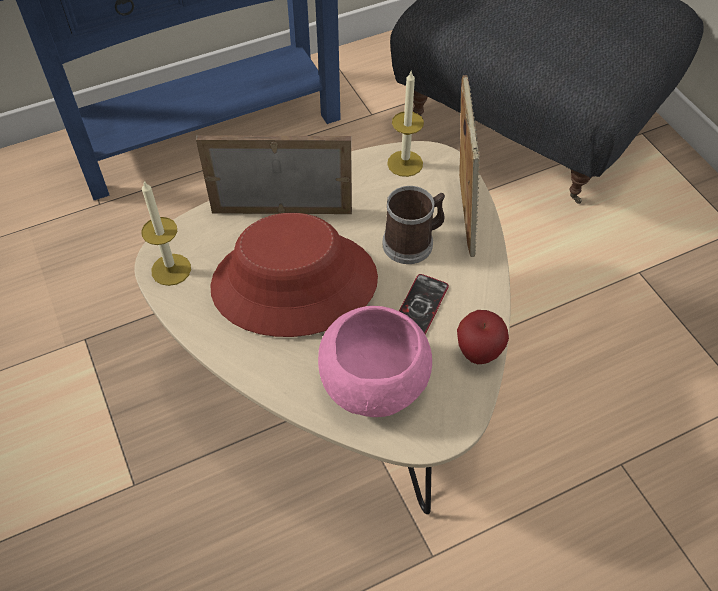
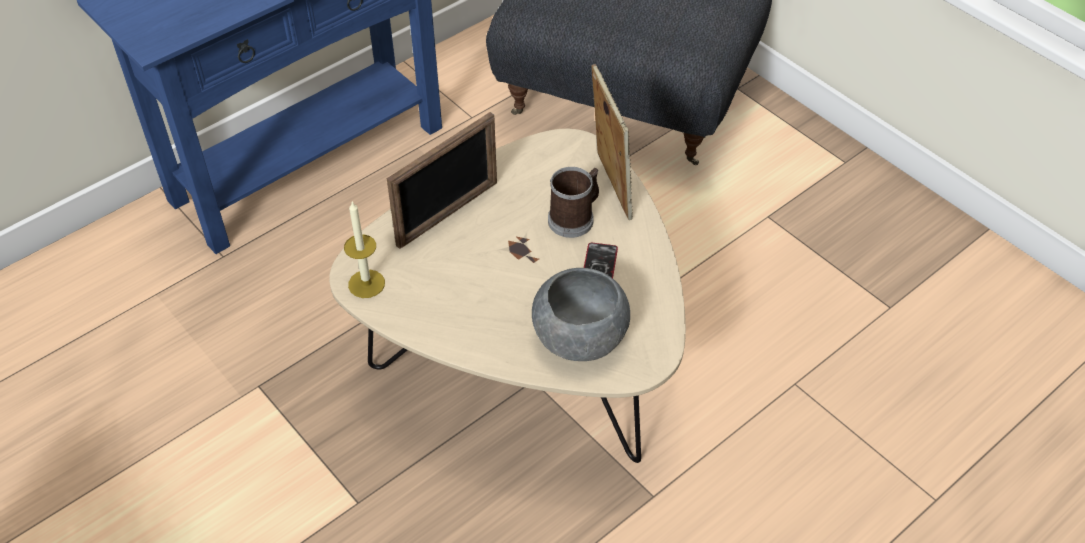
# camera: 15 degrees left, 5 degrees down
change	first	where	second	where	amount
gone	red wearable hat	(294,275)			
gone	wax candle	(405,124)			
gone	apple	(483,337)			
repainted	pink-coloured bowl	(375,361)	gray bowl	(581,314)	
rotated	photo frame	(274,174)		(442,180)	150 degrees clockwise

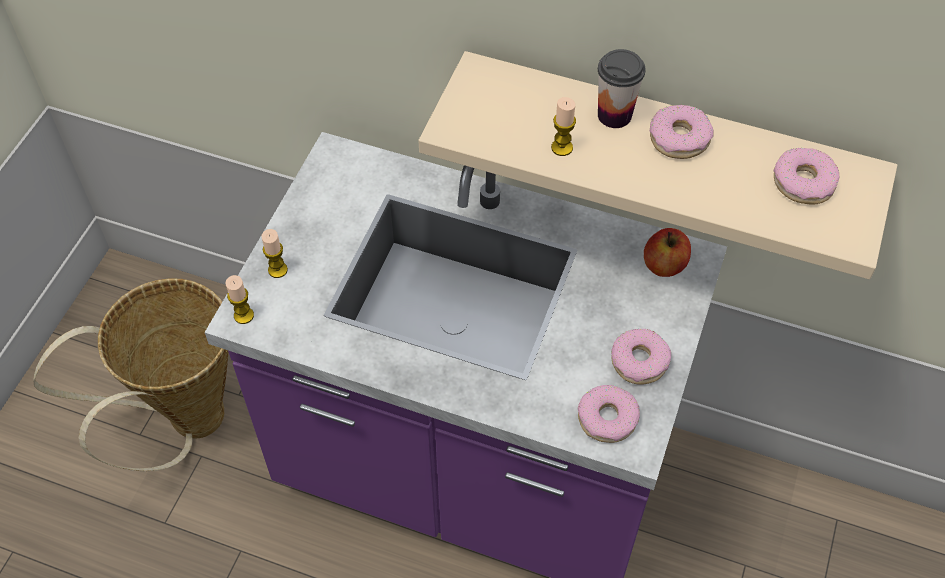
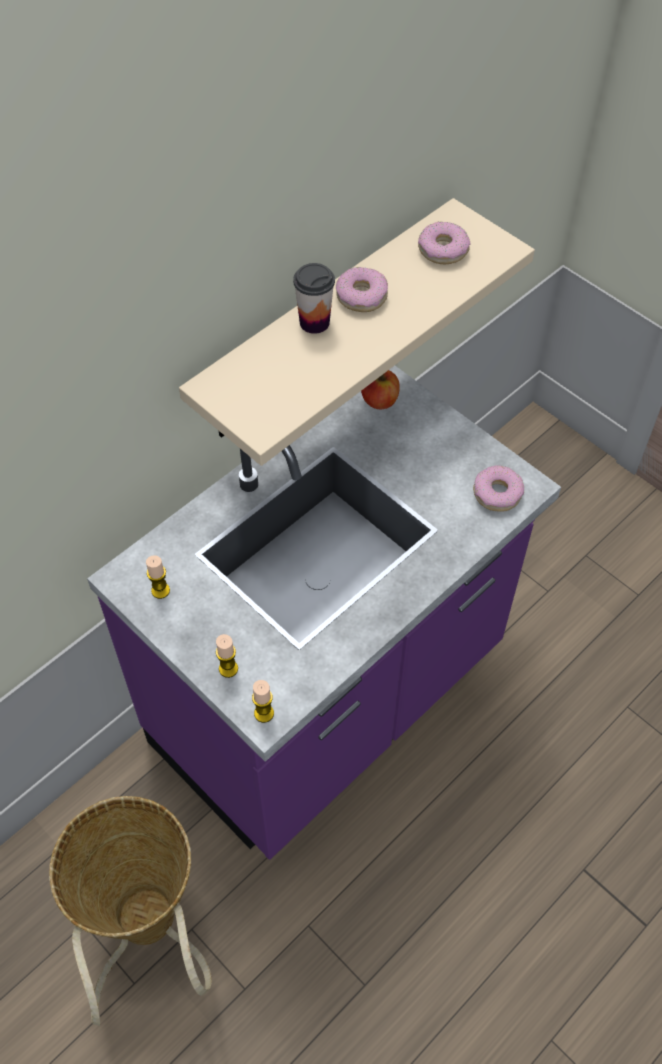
# camera: 65 degrees left, 0 degrees up
change	first	where	second	where	amount
gone	donut	(641,356)			
shifted	wax candle	(563,126)		(158,577)	

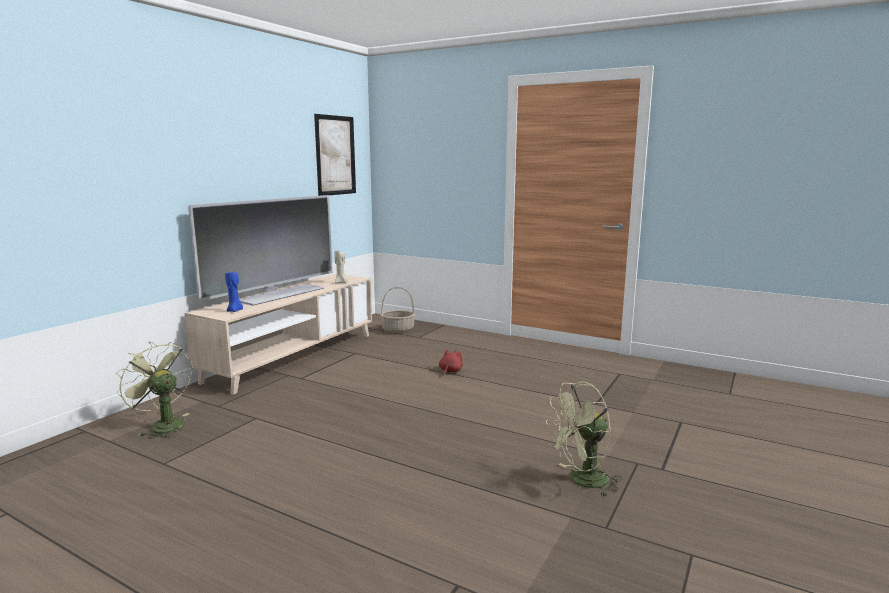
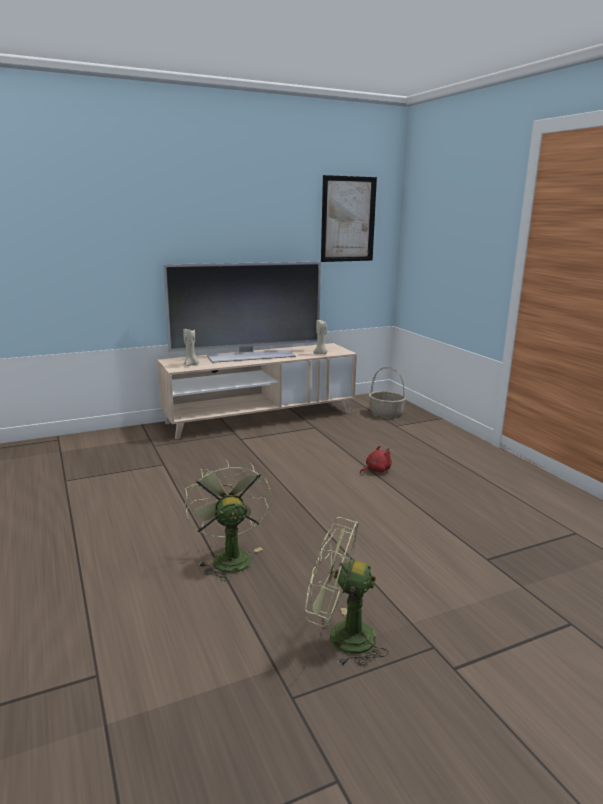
# camera: 35 degrees right, 5 degrees up
change	first	where	second	where	amount
shifted	green cooling fan	(154,390)		(228,520)	
repainted	bluish wax candle	(234,292)	beige-coloured wax candle	(191,347)	

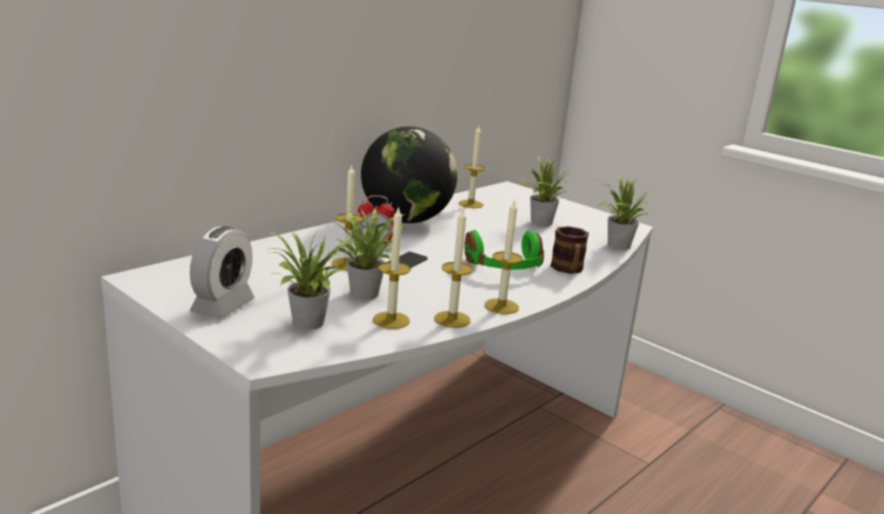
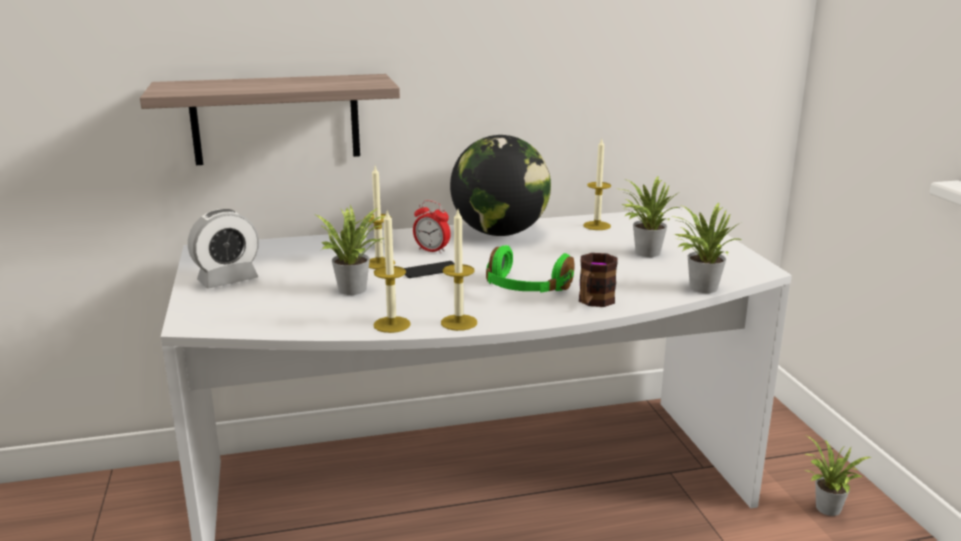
# camera: 35 degrees right, 0 degrees up
change	first	where	second	where	amount
gone	wax candle	(392,267)			
new			bracket shelf	(270,119)	
shifted	potted plant	(310,281)		(838,476)	

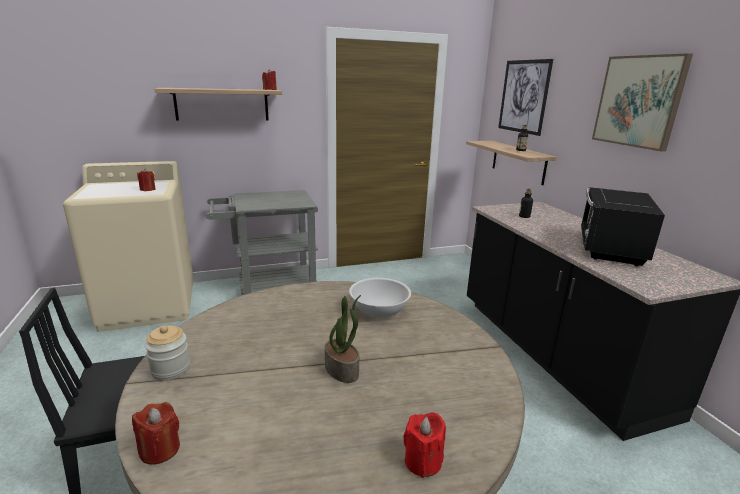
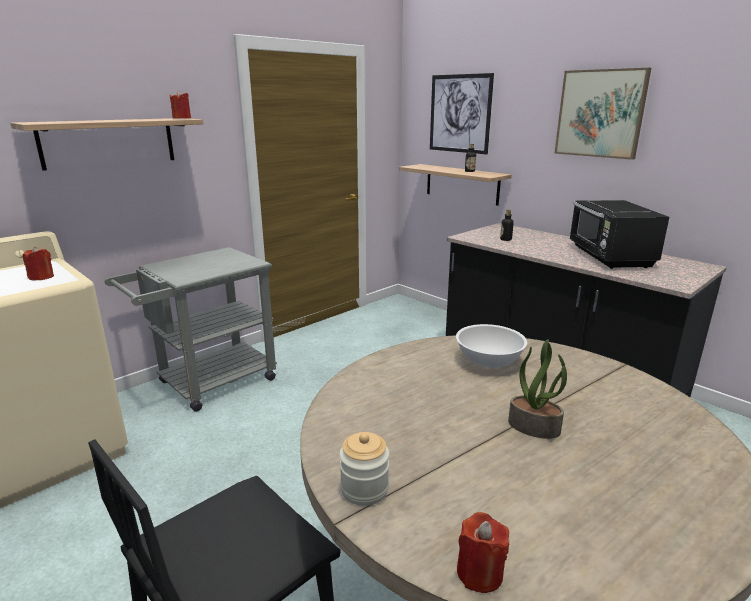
# camera: 25 degrees left, 0 degrees up
change	first	where	second	where	amount
gone	red wax candle	(424,445)			

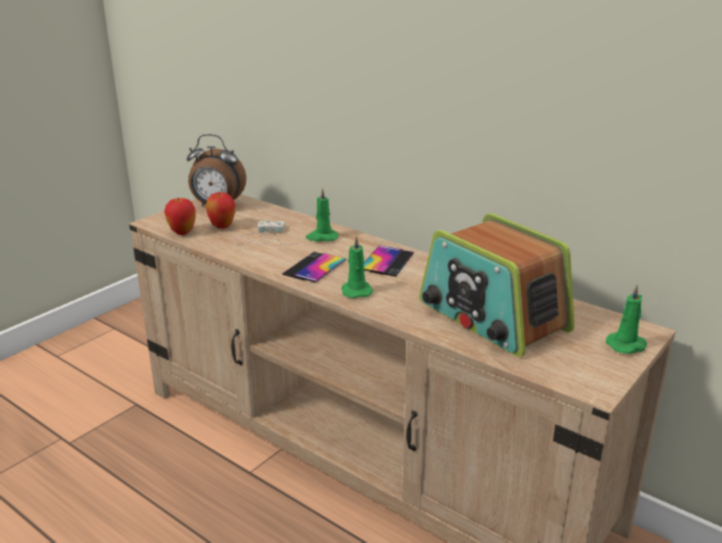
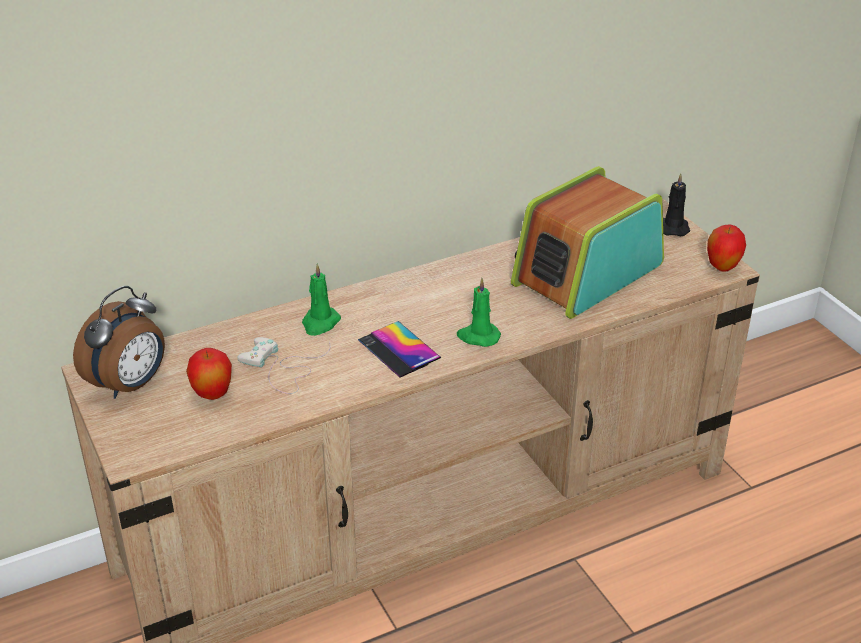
# camera: 65 degrees left, 10 degrees up
change	first	where	second	where	amount
gone	handset	(389,261)			
shifted	apple	(180,216)		(726,248)	
repainted	green wax candle	(626,319)	black wax candle	(676,204)	
rotated	radio	(496,285)		(587,242)	150 degrees clockwise

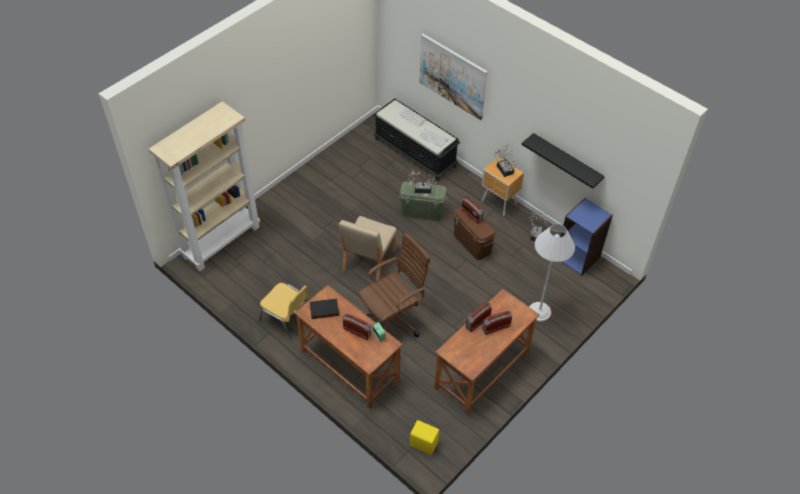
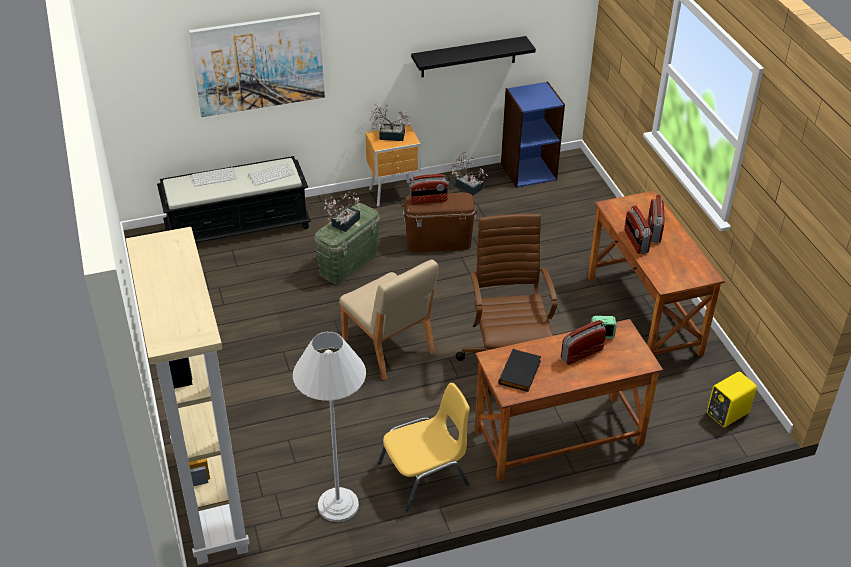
# camera: 60 degrees left, 10 degrees down
change	first	where	second	where	amount
shifted	white standard lamp	(552,273)		(329,426)	

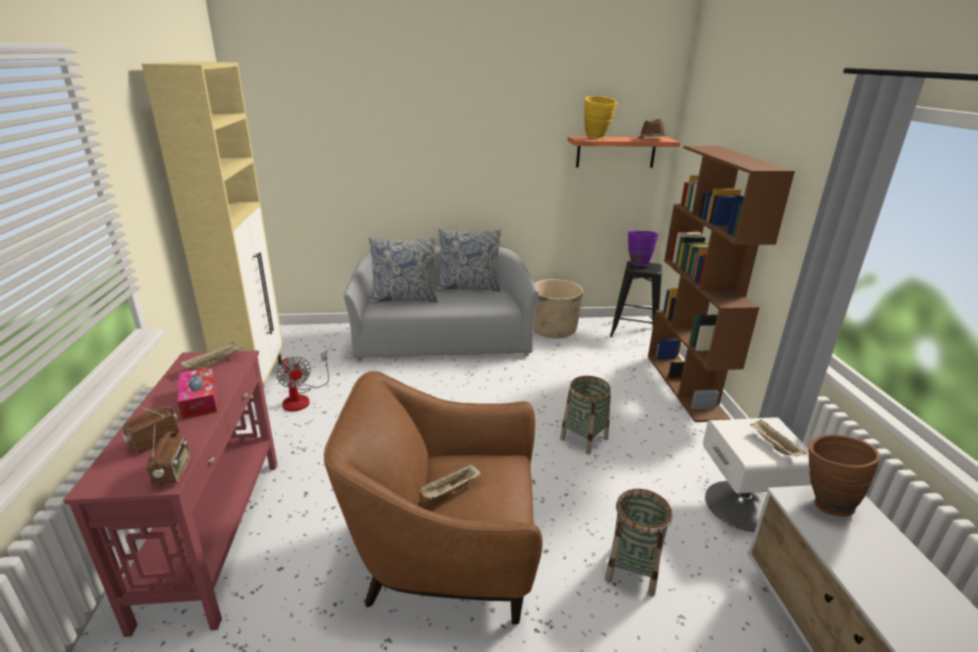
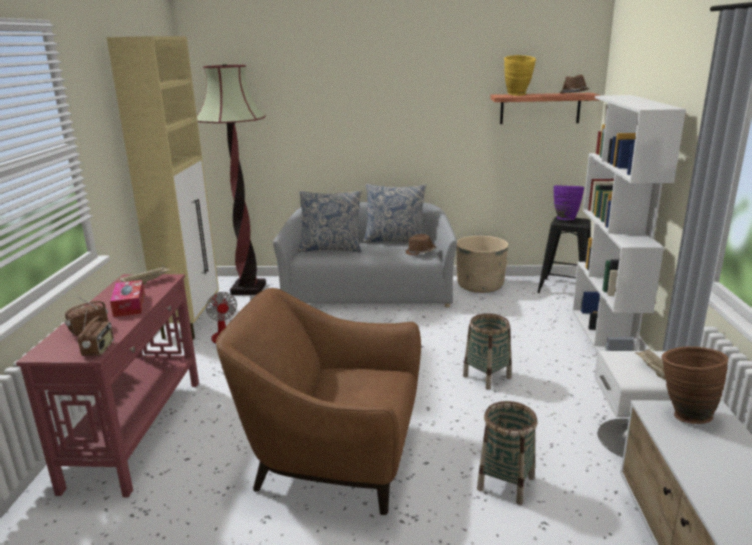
# camera: 10 degrees right, 5 degrees down
change	first	where	second	where	amount
gone	beige-coloured serving tray	(450,481)			
new			standard lamp	(231,179)	
new			brown wearable hat	(420,244)	
repainted	brown bookcase	(721,284)	white bookcase	(629,223)	

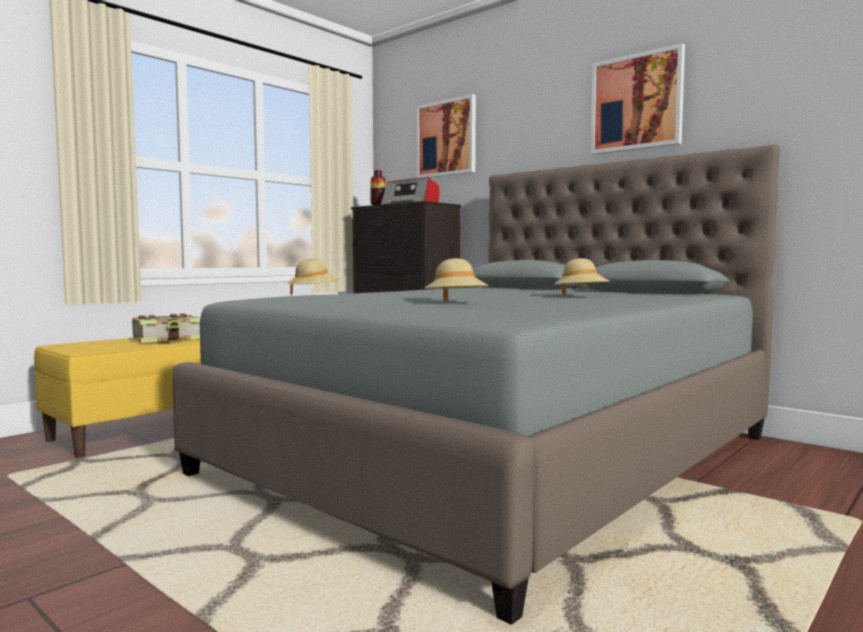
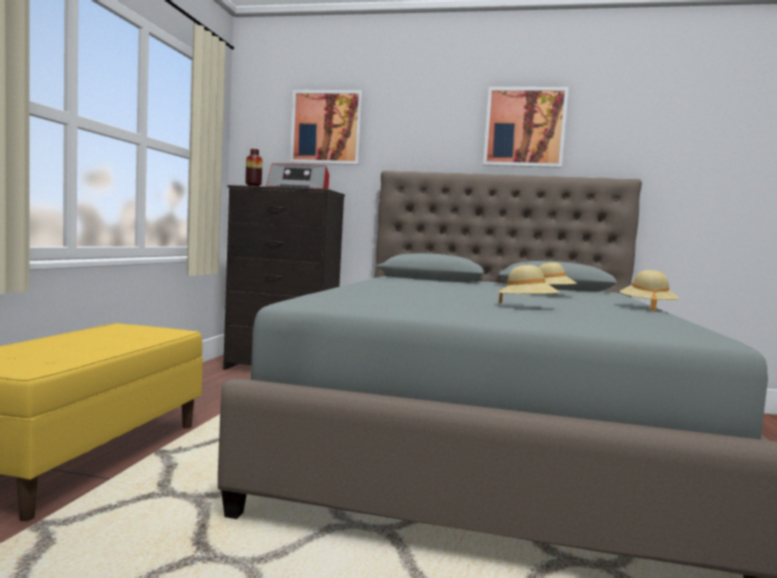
# camera: 30 degrees left, 0 degrees up
change	first	where	second	where	amount
gone	book	(166,328)			
shifted	beige-coloured wearable hat	(313,276)		(649,290)	

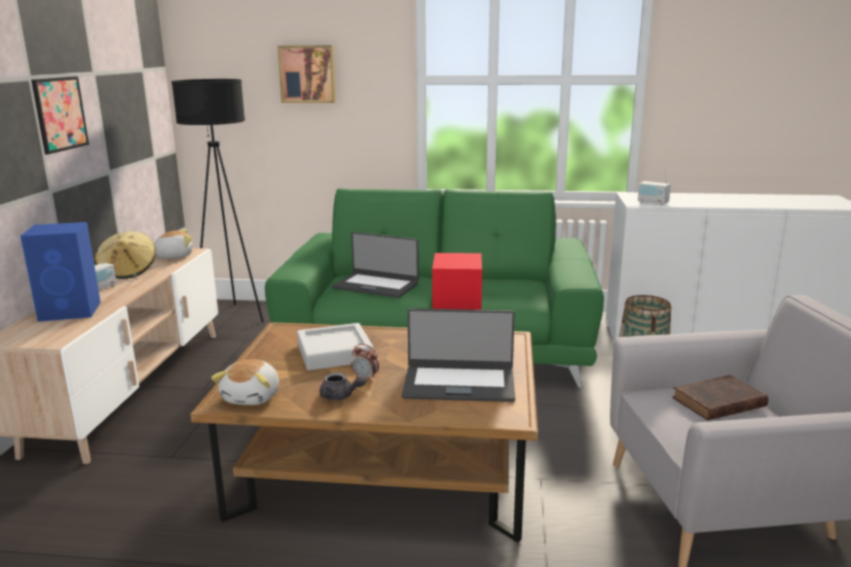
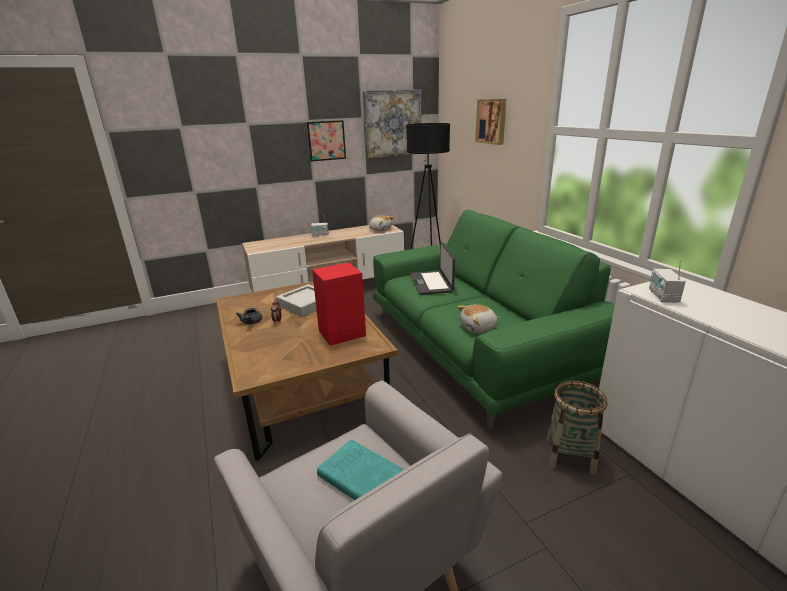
# camera: 60 degrees right, 5 degrees up
change	first	where	second	where	amount
gone	bluish audio speaker	(60,272)			
gone	beige-coloured wearable hat	(125,255)			
gone	notebook computer	(458,355)			
new			picture	(392,123)	
shifted	plush toy	(245,382)		(477,318)	
repainted	brown book	(720,398)	blue-green book	(361,469)	

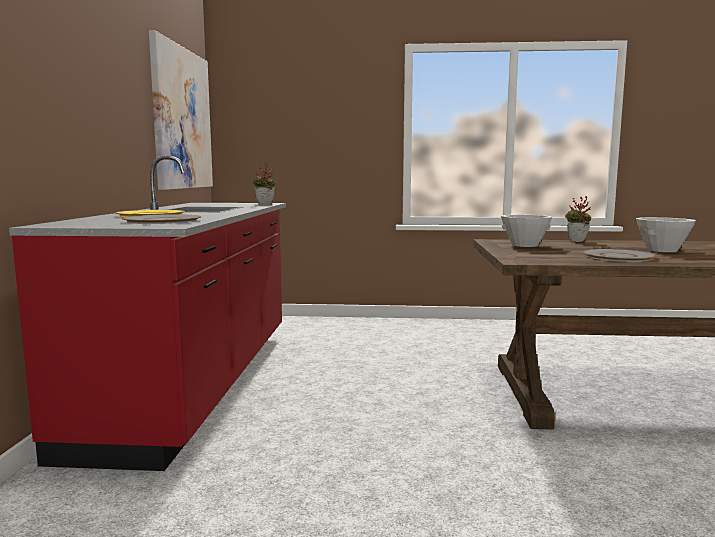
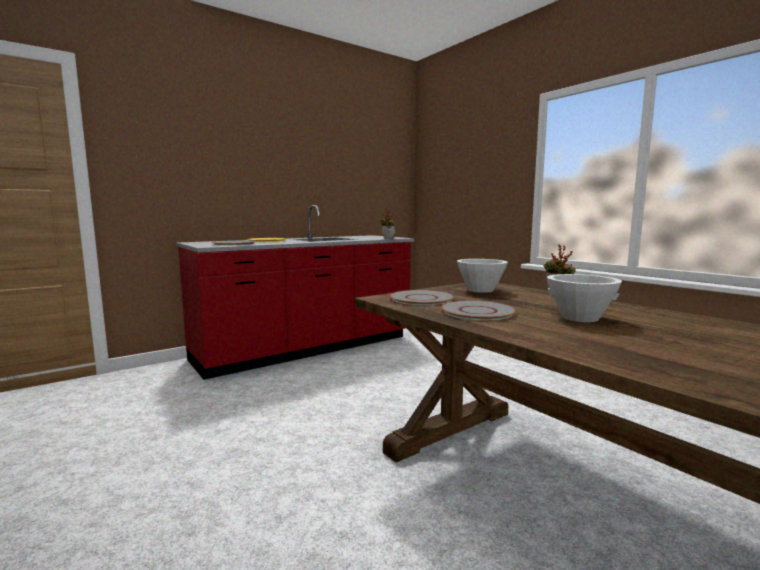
# camera: 50 degrees right, 0 degrees up
change	first	where	second	where	amount
gone	picture	(181,110)			
new			gray flat dish	(422,297)	

